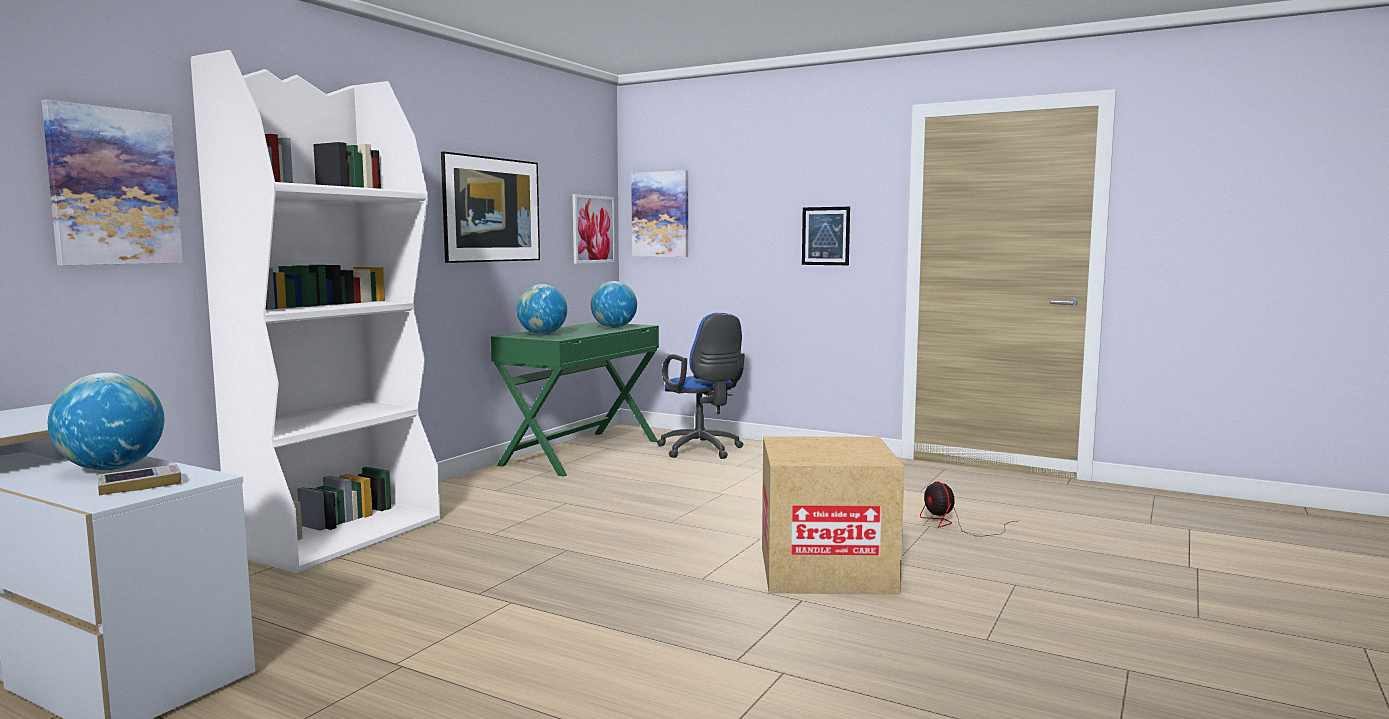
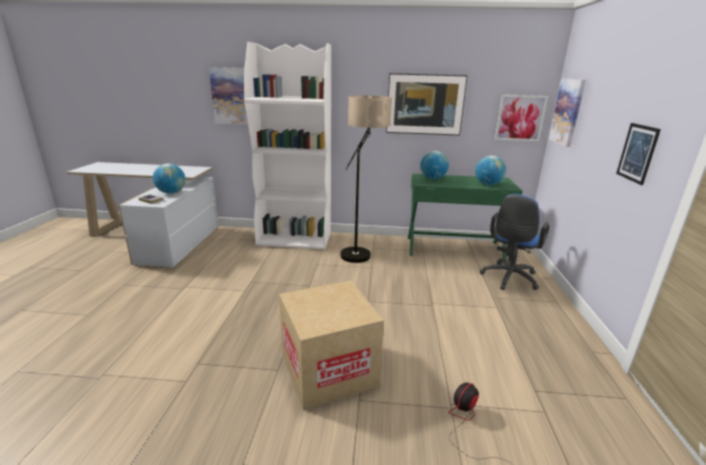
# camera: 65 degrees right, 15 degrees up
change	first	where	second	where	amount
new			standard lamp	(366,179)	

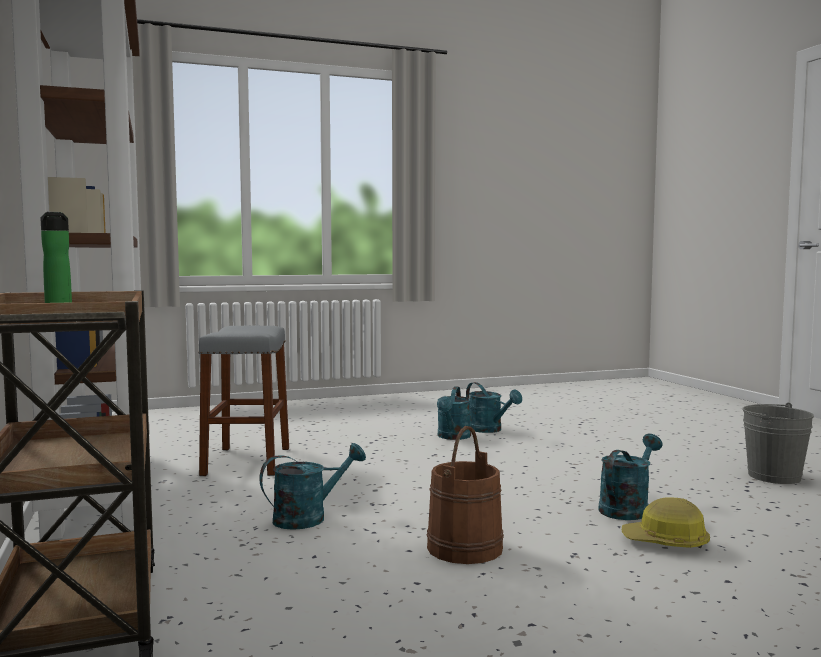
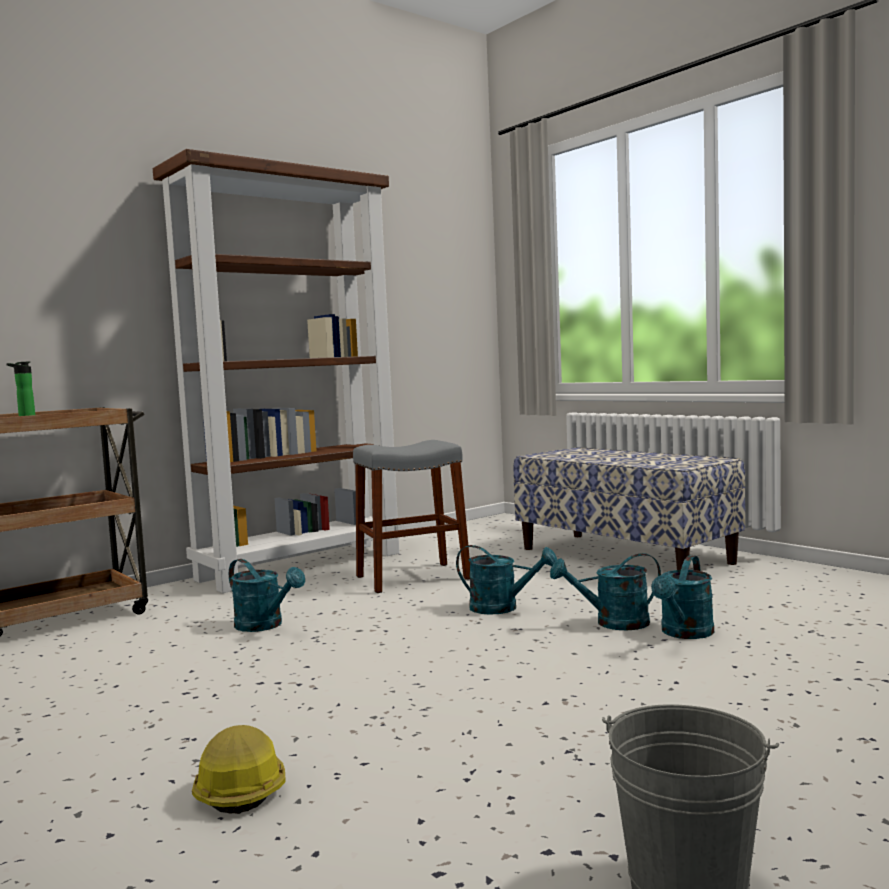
# camera: 70 degrees right, 0 degrees up
change	first	where	second	where	amount
gone	brown pail	(465,495)			
new			long seat	(629,508)	
shifted	blue-green watering pot	(630,477)		(506,580)	

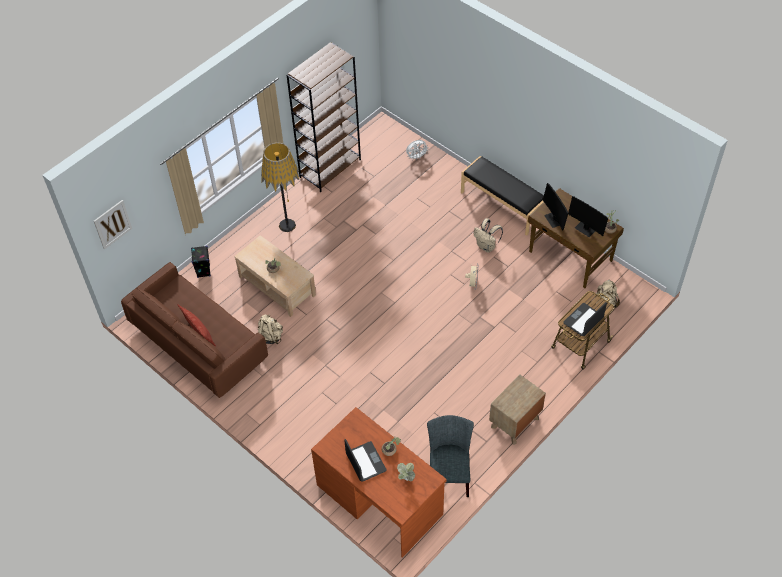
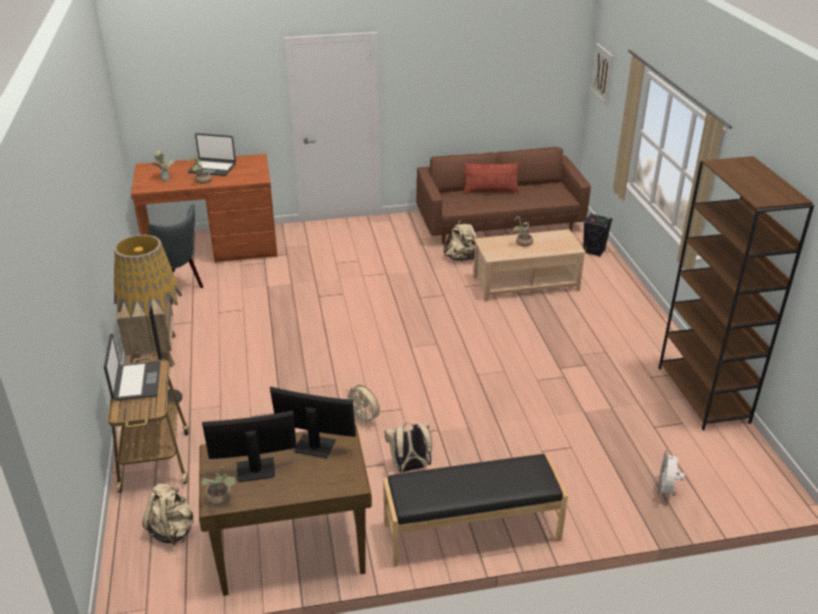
# camera: 125 degrees right, 20 degrees down
change	first	where	second	where	amount
shifted	standard lamp	(280,187)		(148,319)	

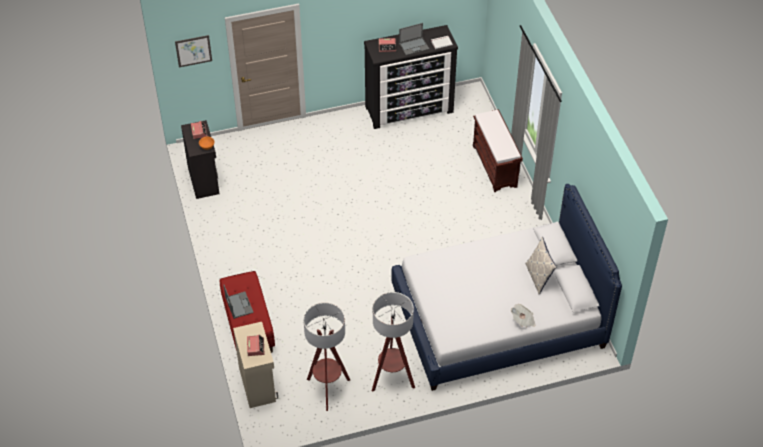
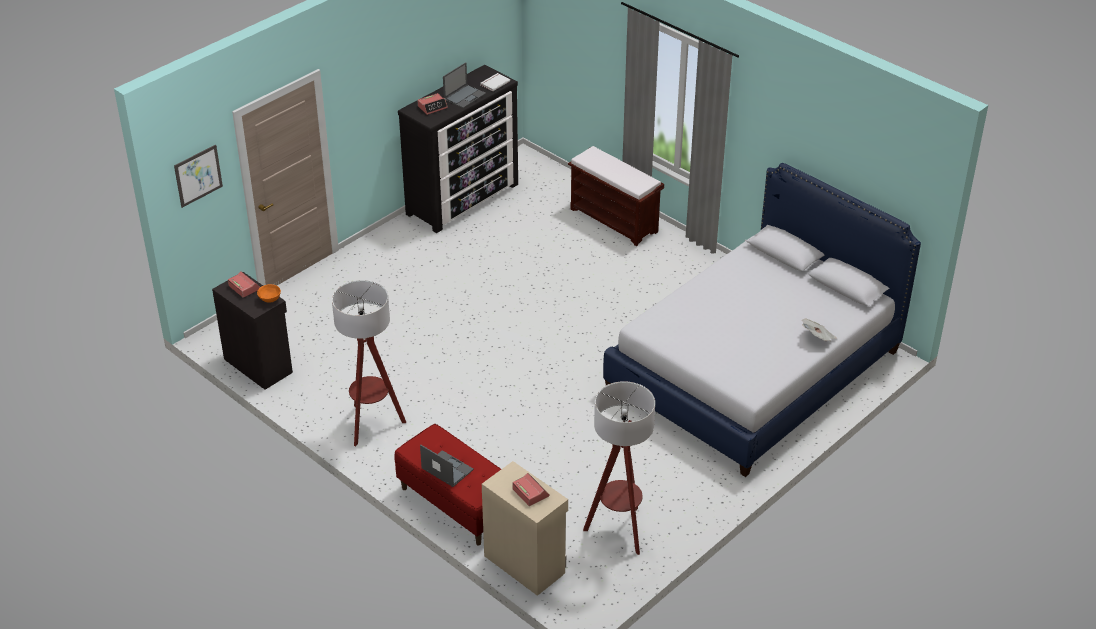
# camera: 30 degrees left, 10 degrees down
change	first	where	second	where	amount
gone	cushion	(541,265)			
shifted	standard lamp	(393,342)		(369,363)	

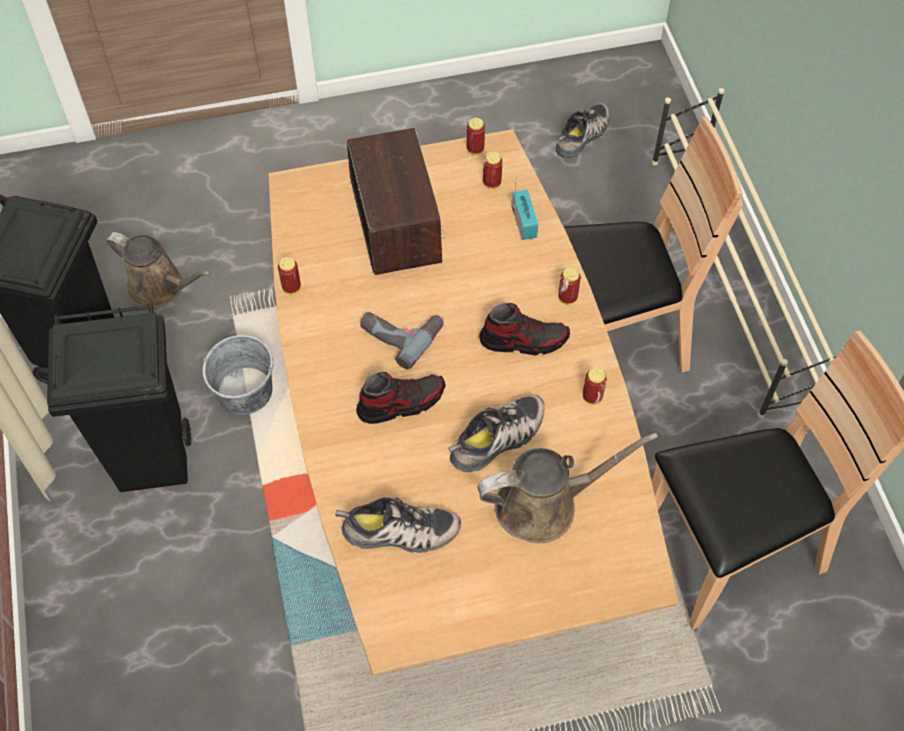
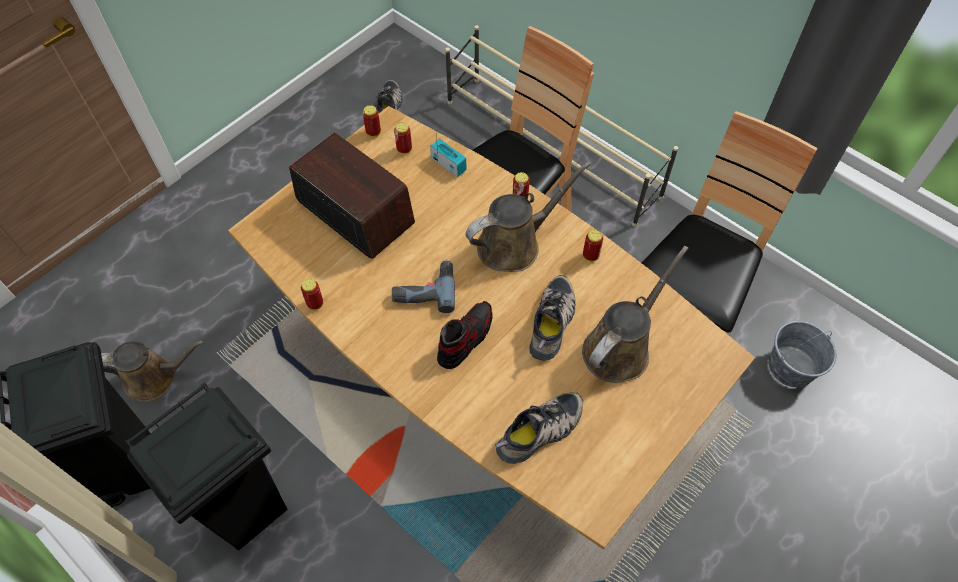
# camera: 35 degrees left, 0 degrees up
change	first	where	second	where	amount
shifted	gray pail	(238,375)		(802,354)	
swapped	item of footwear	(524,329)	brown watering pot	(528,217)	

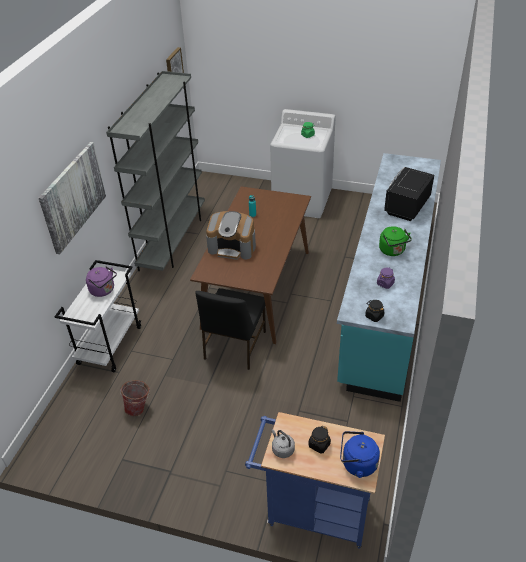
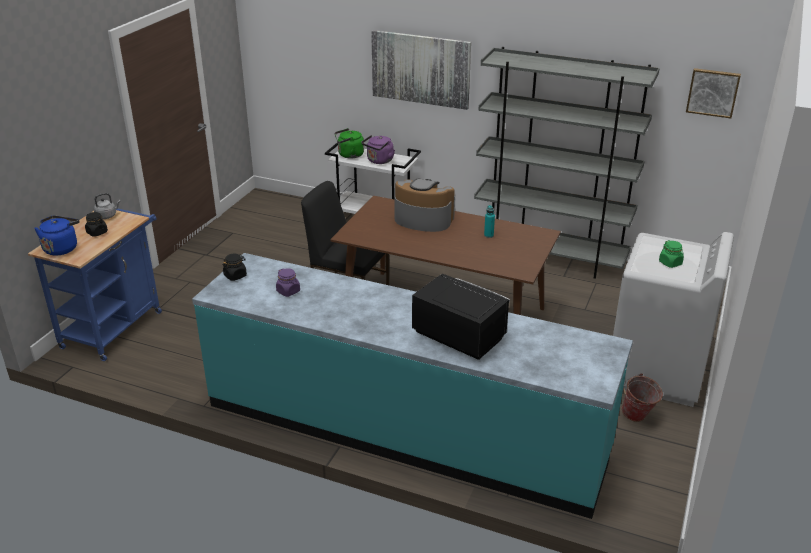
# camera: 95 degrees right, 10 degrees down
change	first	where	second	where	amount
shifted	pail	(135,398)		(642,397)	
shifted	green water kettle	(395,241)		(349,143)	
rotated	coffee maker	(231,235)		(424,205)	90 degrees clockwise

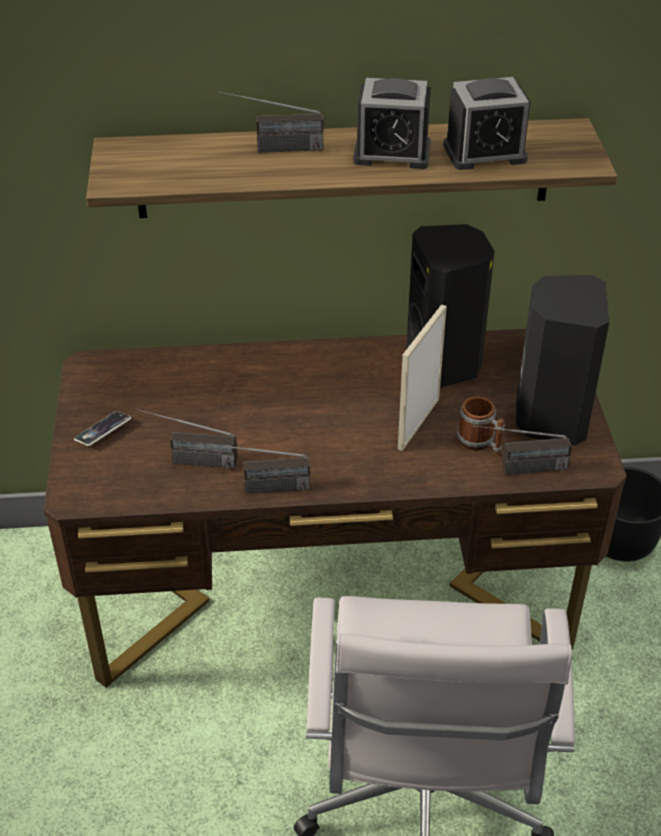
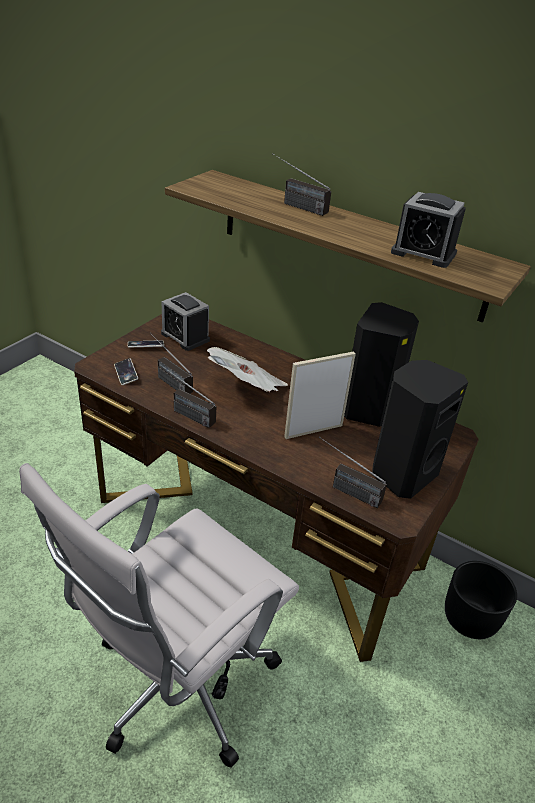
# camera: 35 degrees right, 5 degrees down
change	first	where	second	where	amount
gone	tea mug	(481,426)			
new			handset	(126,371)	
new			newspaper	(247,369)	
shifted	bedside clock	(392,123)		(185,321)	

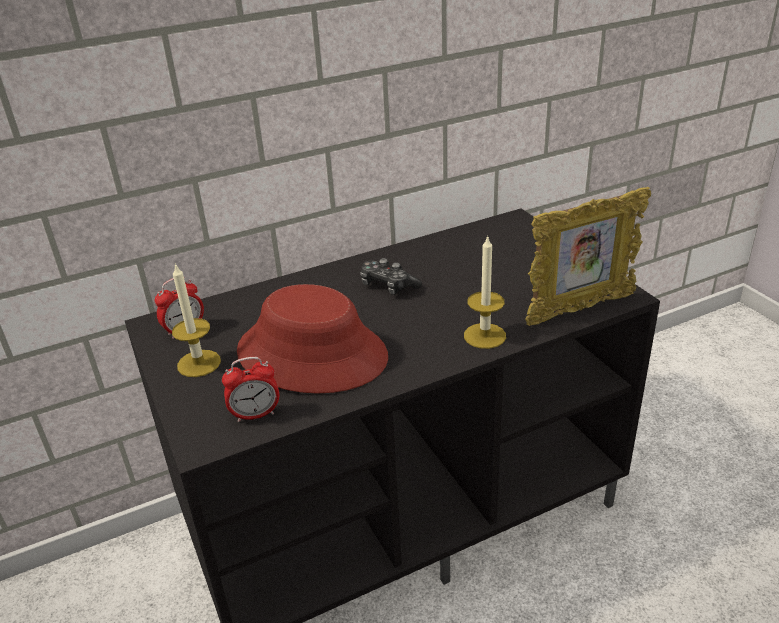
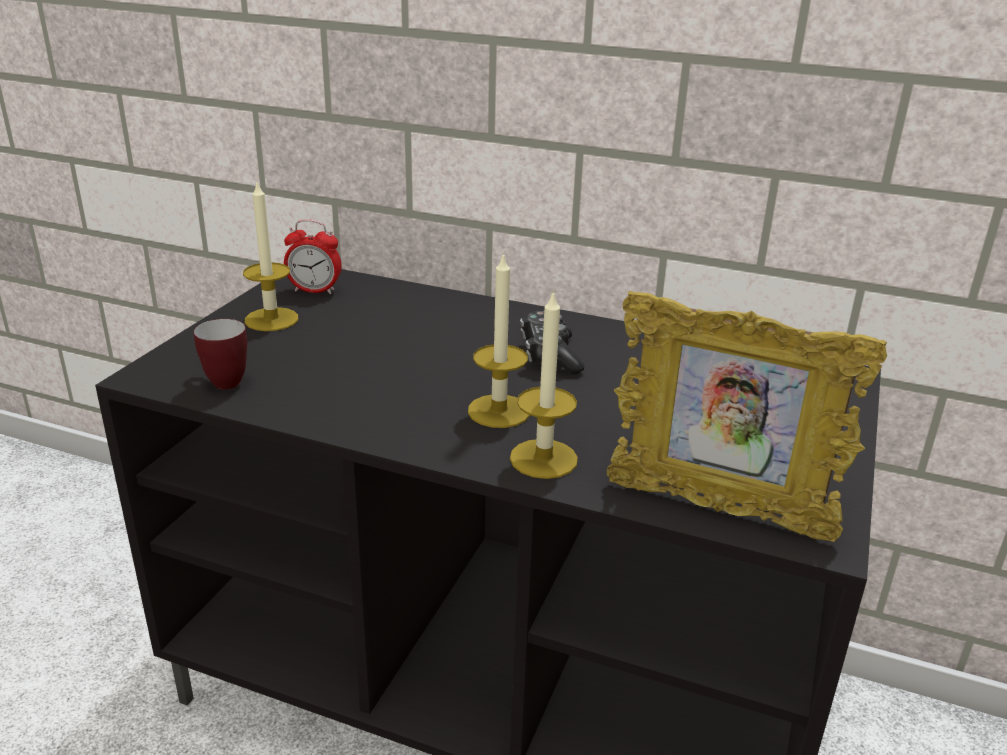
# camera: 45 degrees right, 5 degrees down
change	first	where	second	where	amount
gone	red wearable hat	(312,339)			
new			wax candle	(499,340)	
swapped	bedside clock	(251,389)	tea mug	(220,354)	

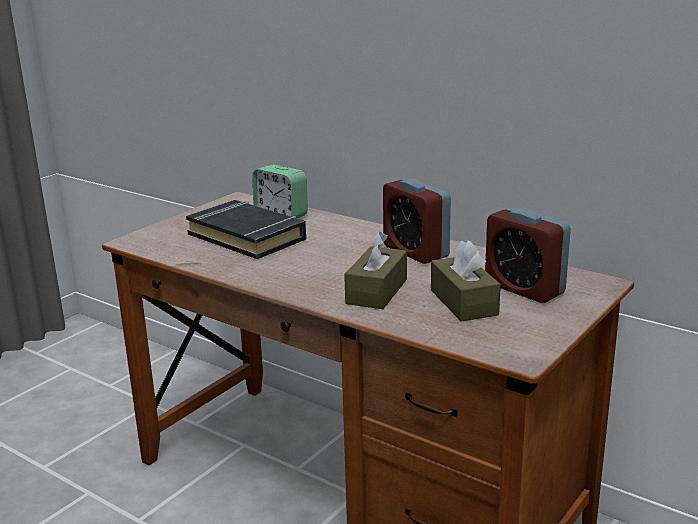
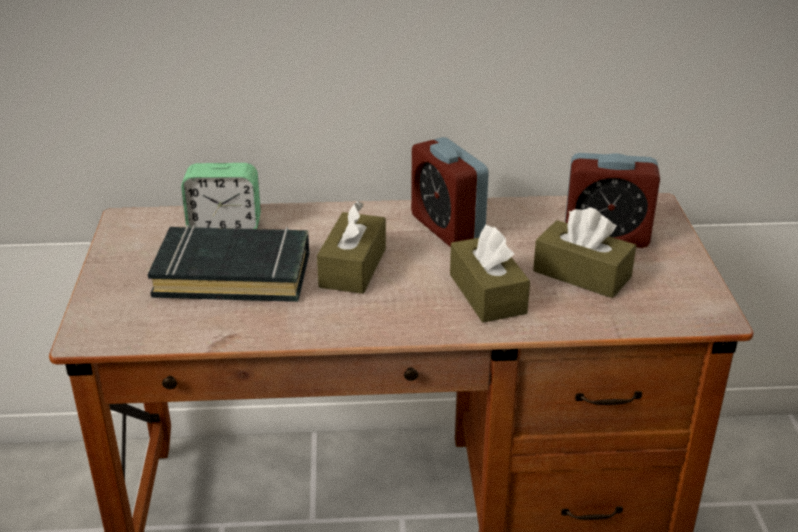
# camera: 40 degrees left, 10 degrees up
change	first	where	second	where	amount
new			brown tissue box	(351,247)	
rotated	bedside clock	(417,221)		(450,192)	45 degrees clockwise

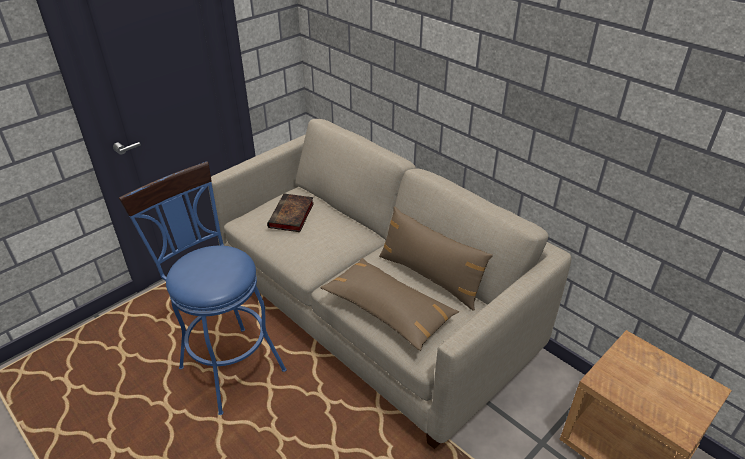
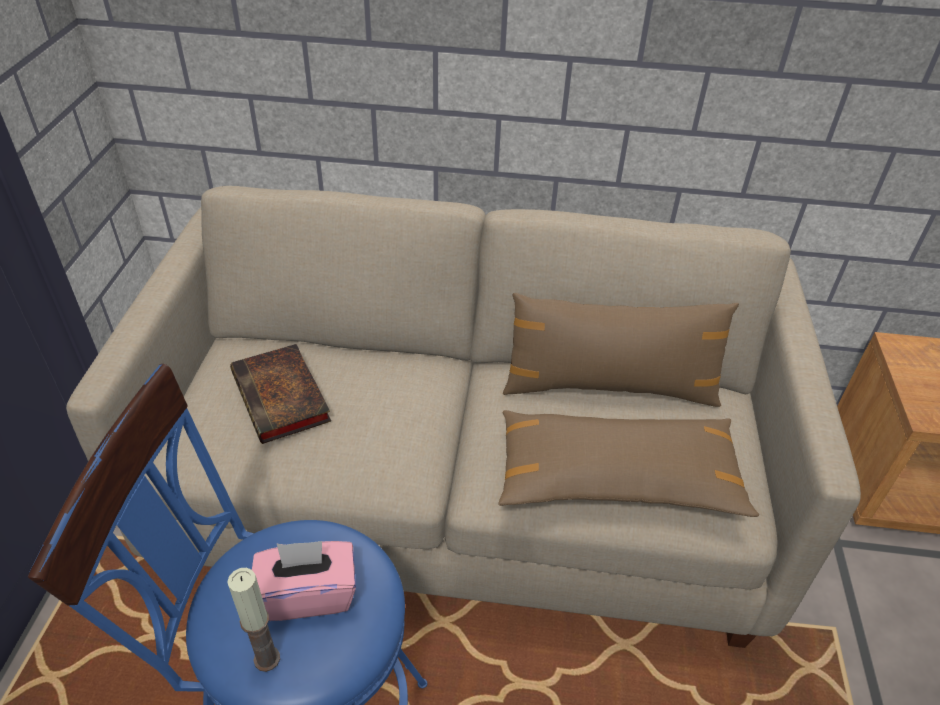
# camera: 40 degrees left, 5 degrees up
change	first	where	second	where	amount
new			wax candle	(253,620)	
new			pink-coloured tissue box	(304,581)	

